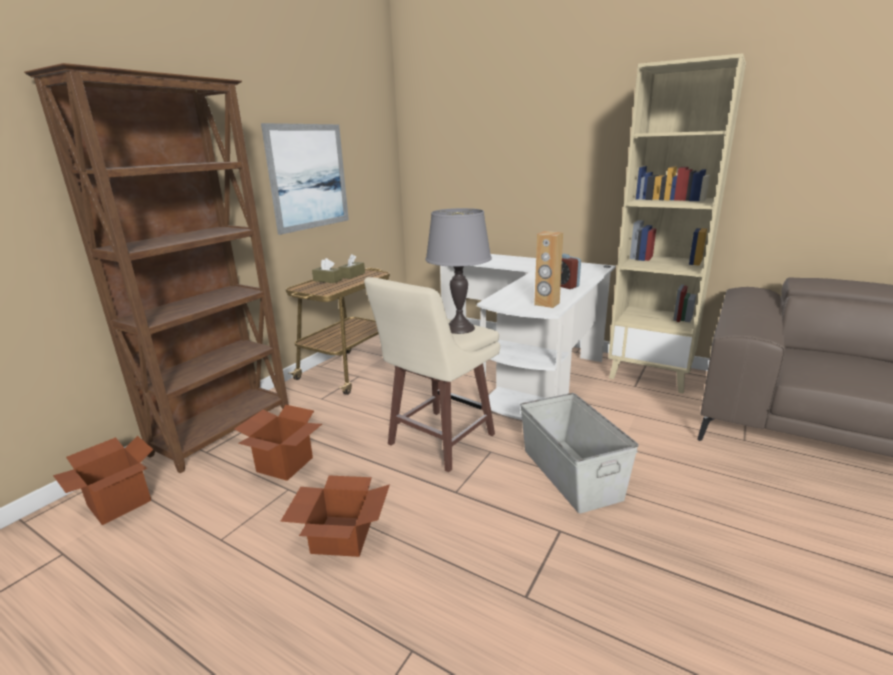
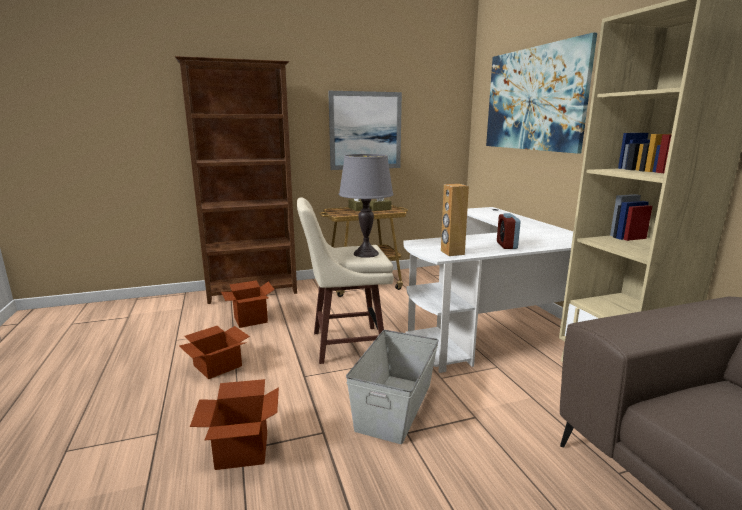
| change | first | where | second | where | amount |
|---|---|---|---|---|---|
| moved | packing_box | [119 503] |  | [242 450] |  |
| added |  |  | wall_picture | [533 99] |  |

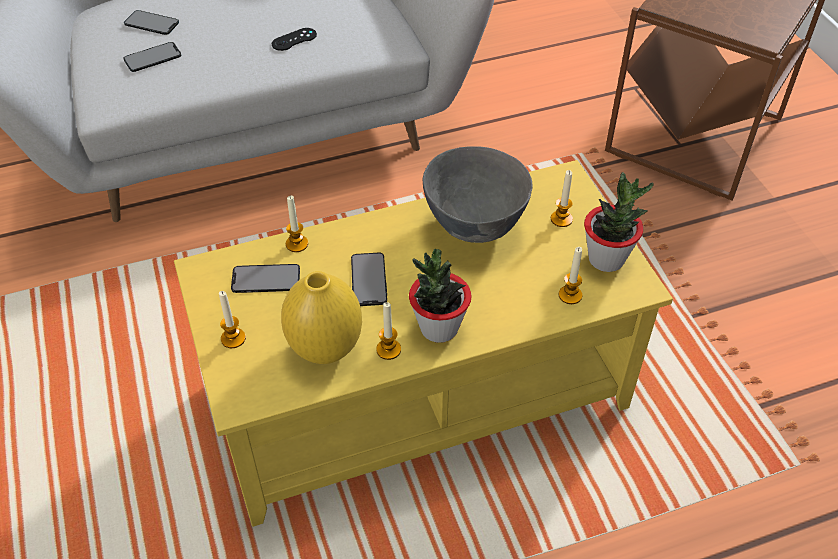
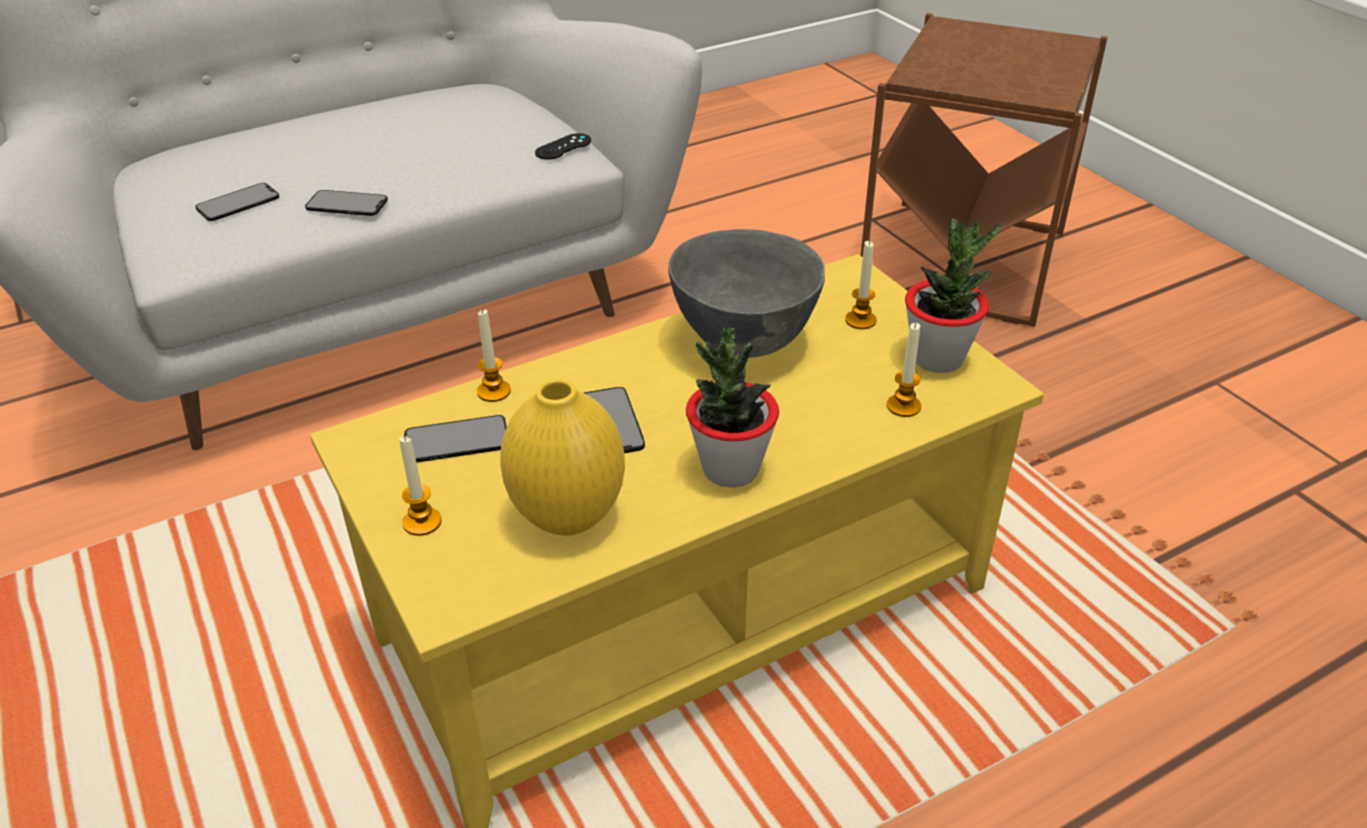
| change | first | where | second | where | amount |
|---|---|---|---|---|---|
| moved | telephone | [151 23] |  | [346 204] |  |
| moved | black-coloured_gamepad | [294 39] |  | [563 147] |  |
| removed | wax_candle | [388 349] |  |  |  |

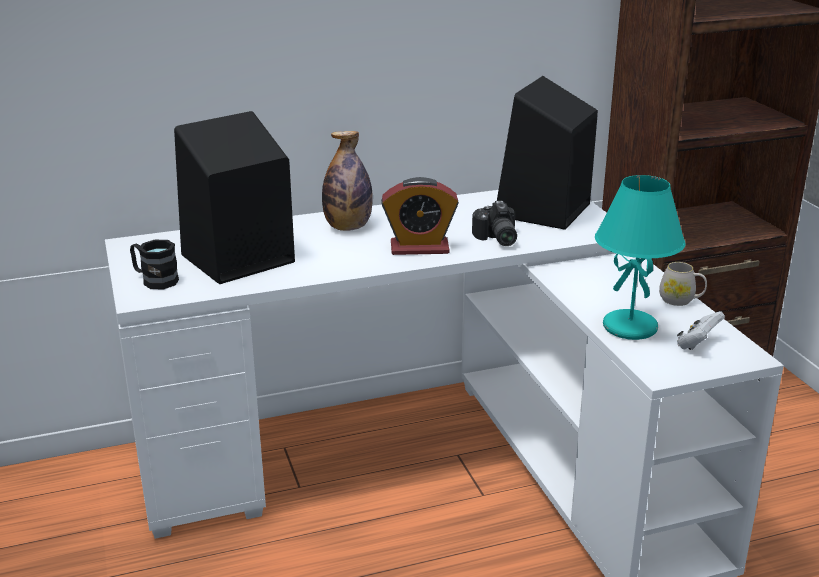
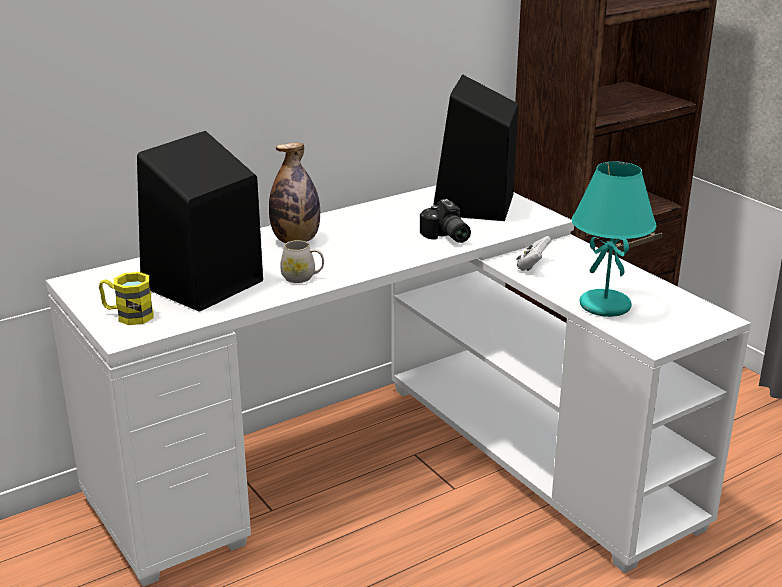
| change | first | where | second | where | amount |
|---|---|---|---|---|---|
| removed | table_clock | [419 248] |  |  |  |
| recoloured | black-coloured_tea_mug | [154 280] | yellow-coloured_tea_mug | [128 315] |  |
| moved | white_tea_mug | [681 300] |  | [302 277] |  |
| moved | white_gamepad | [697 344] |  | [532 266] |  |

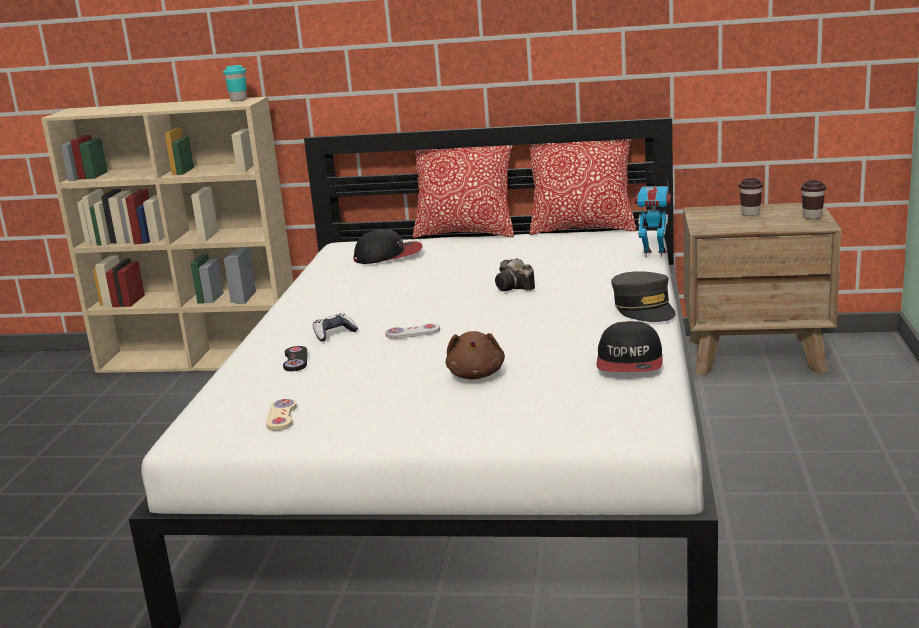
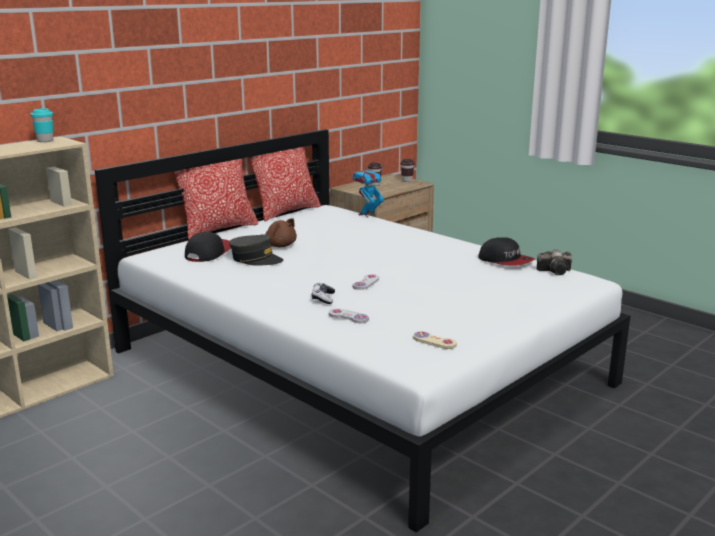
| change | first | where | second | where | amount |
|---|---|---|---|---|---|
| moved | still_camera | [514 287] |  | [556 271] |  |
| moved | gray_cap | [644 309] |  | [256 259] |  |
| moved | brown_soft_toy | [476 374] |  | [279 245] |  |
| recoloured | black-coloured_gamepad | [295 360] | white_gamepad | [348 317] |  |

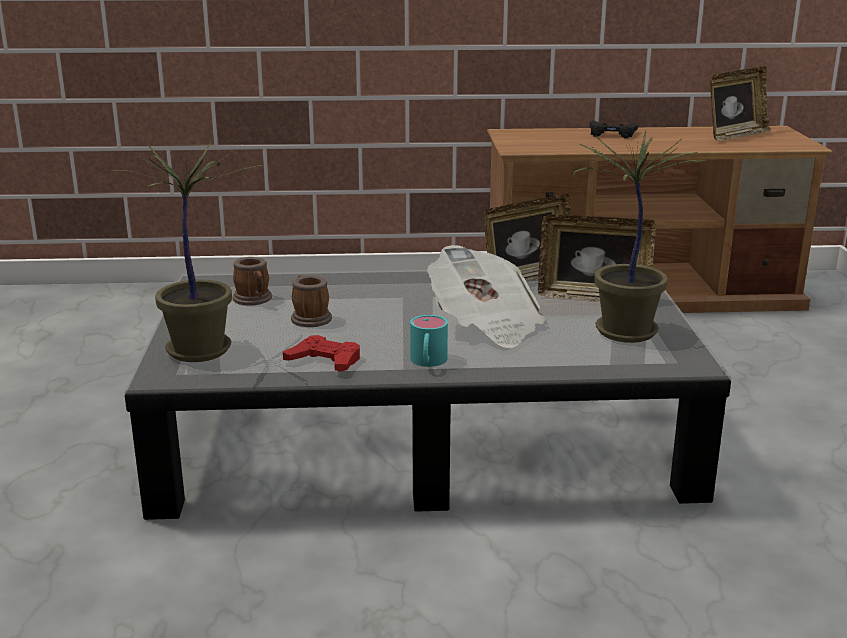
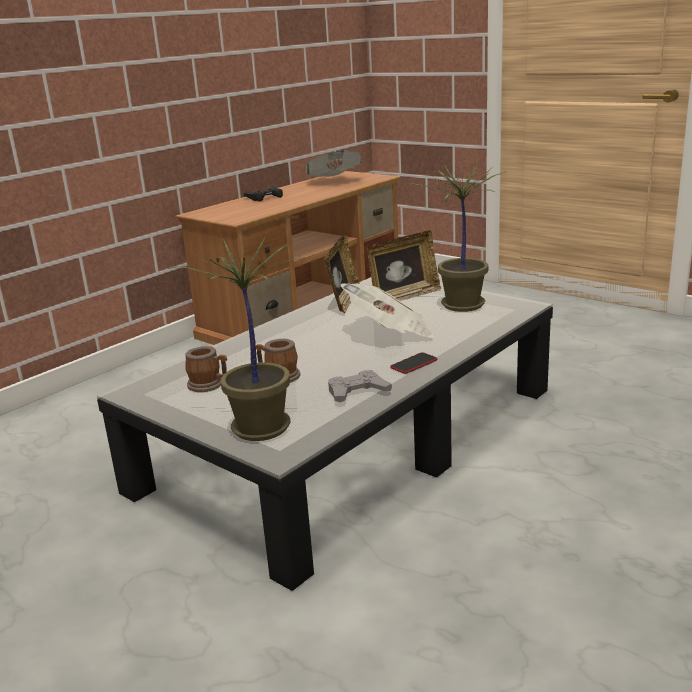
| change | first | where | second | where | amount |
|---|---|---|---|---|---|
| replaced | picture_frame | [735 135] | printed_paper | [334 181] |  |
| replaced | turquoise-coloured_tea_mug | [427 362] | telephone | [414 364] |  |
| recoloured | red_gamepad | [324 361] | gray_gamepad | [357 392] |  |

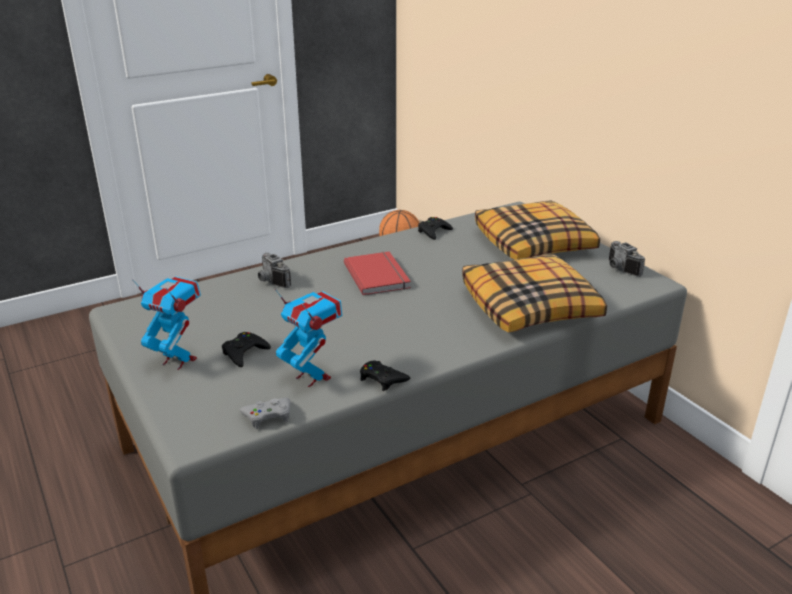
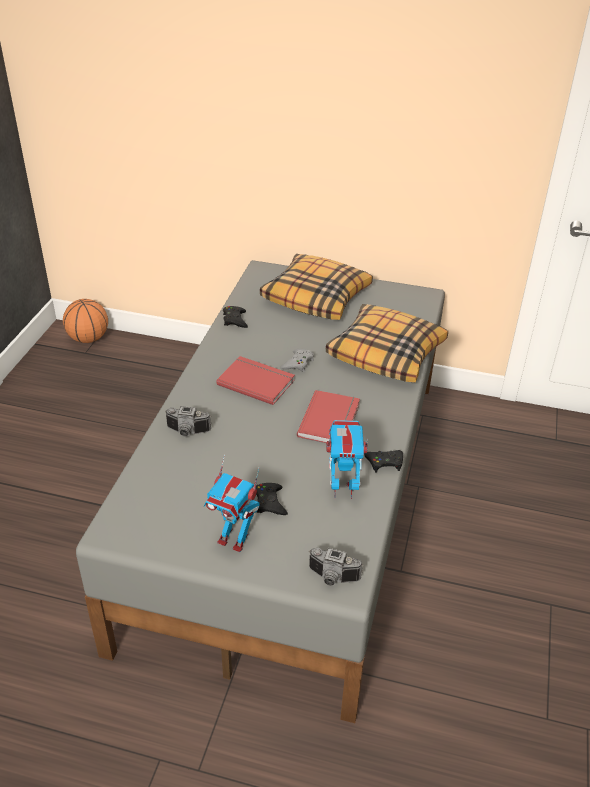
| change | first | where | second | where | amount |
|---|---|---|---|---|---|
| moved | still_camera | [619 269] |  | [332 578] |  |
| turned | robot_figure | [178 360] |  | [234 540] | 135 degrees counterclockwise |
| moved | gray_gamepad | [268 416] |  | [298 363] |  |
| added |  |  | red_bound_book | [331 420] |  |

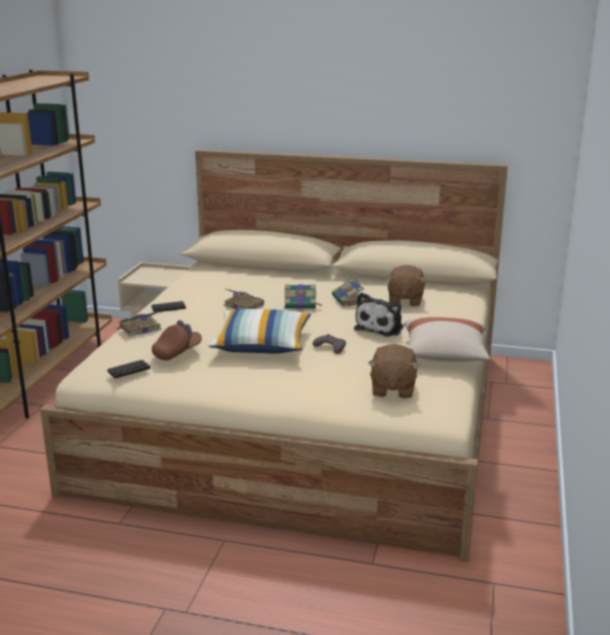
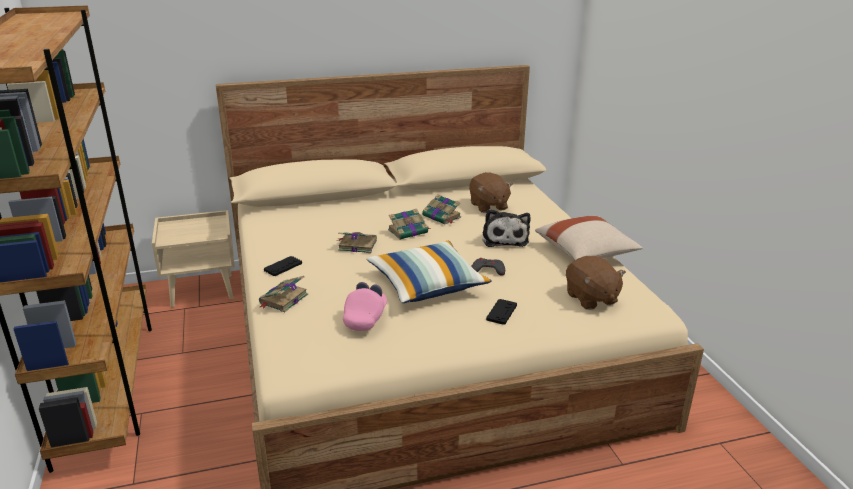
| change | first | where | second | where | amount |
|---|---|---|---|---|---|
| recoloured | brown_cap | [177 352] | pink-coloured_cap | [365 317] |  |
| moved | black-coloured_gamepad | [129 370] |  | [501 312] |  |

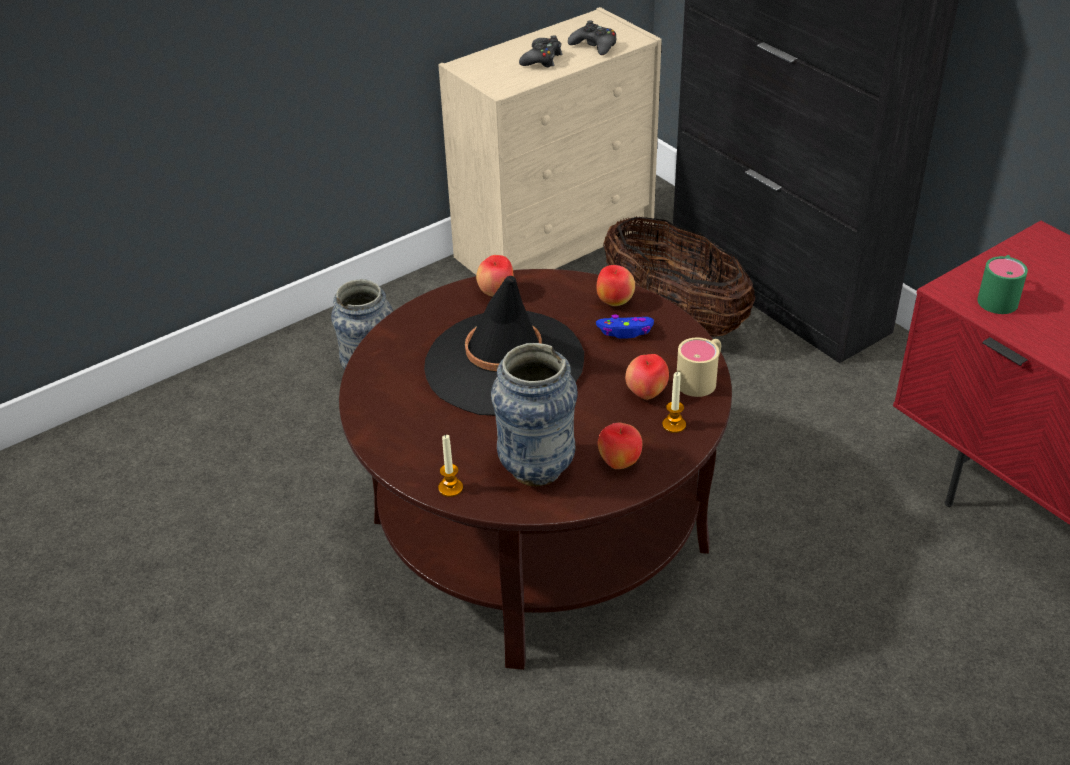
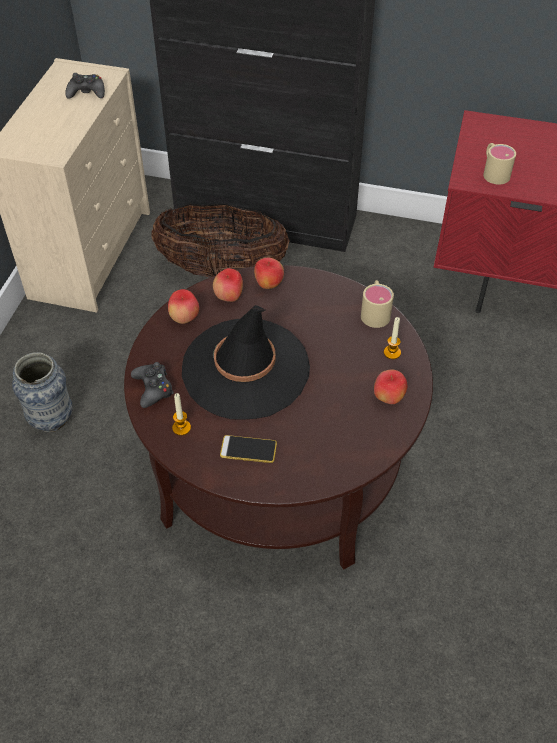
| change | first | where | second | where | amount |
|---|---|---|---|---|---|
| moved | black-coloured_gamepad | [542 59] |  | [153 388] |  |
| recoloured | green_tea_mug | [998 296] | beige-coloured_tea_mug | [493 172] |  |
| removed | bluish_gamepad | [625 331] |  |  |  |
| removed | vase | [536 469] |  |  |  |
| moved | apple_fruit | [646 394] |  | [229 297] |  |
| moved | wax_candle | [450 488] |  | [181 428] |  |
| added |  |  | telephone | [248 449] |  |

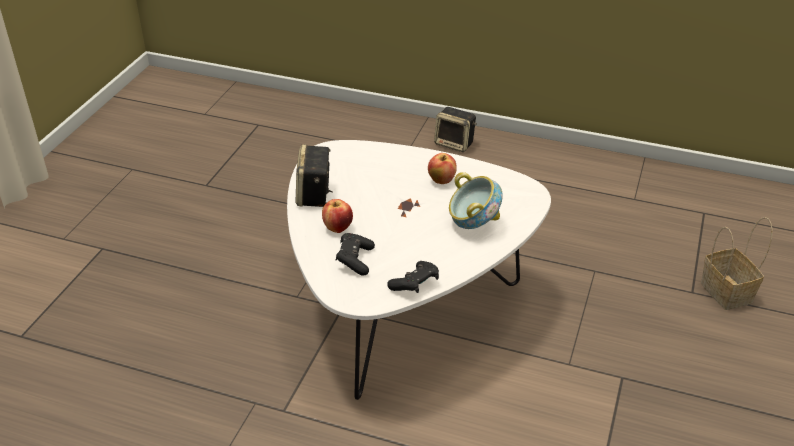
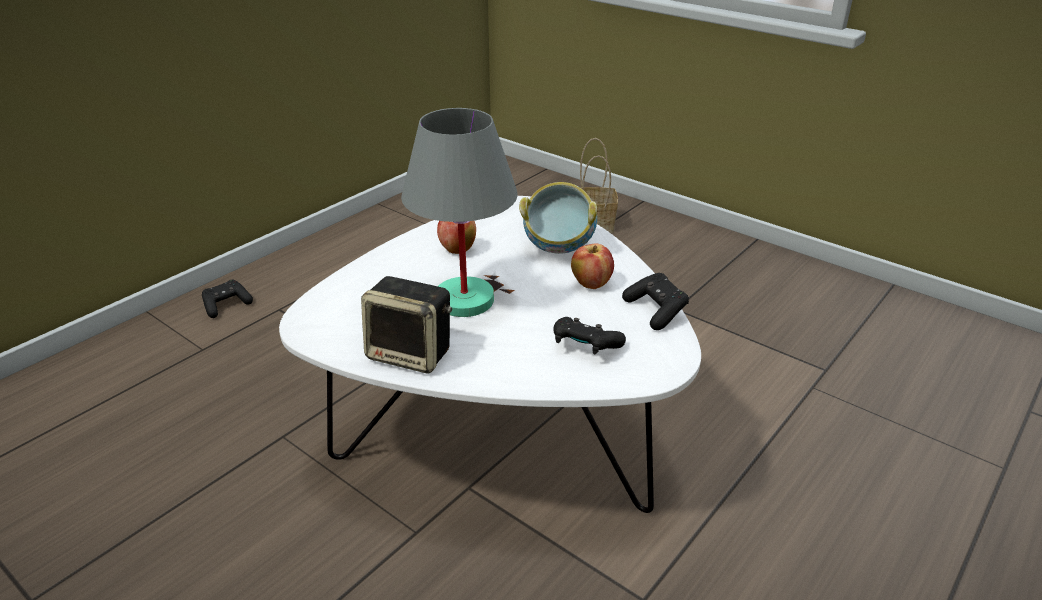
| change | first | where | second | where | amount |
|---|---|---|---|---|---|
| replaced | speaker | [455 143] | black-coloured_gamepad | [227 305] |  |
| moved | apple_fruit | [338 228] |  | [591 284] |  |
| added |  |  | gray_table_lamp | [463 300] |  |

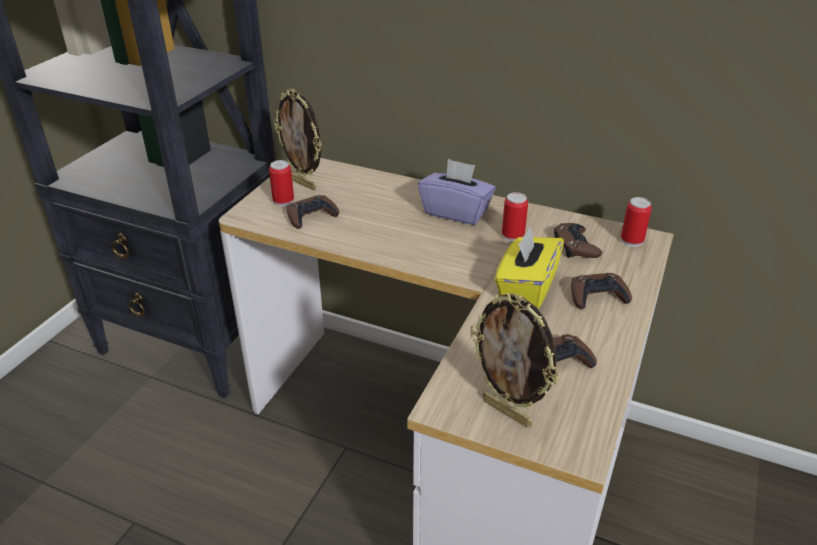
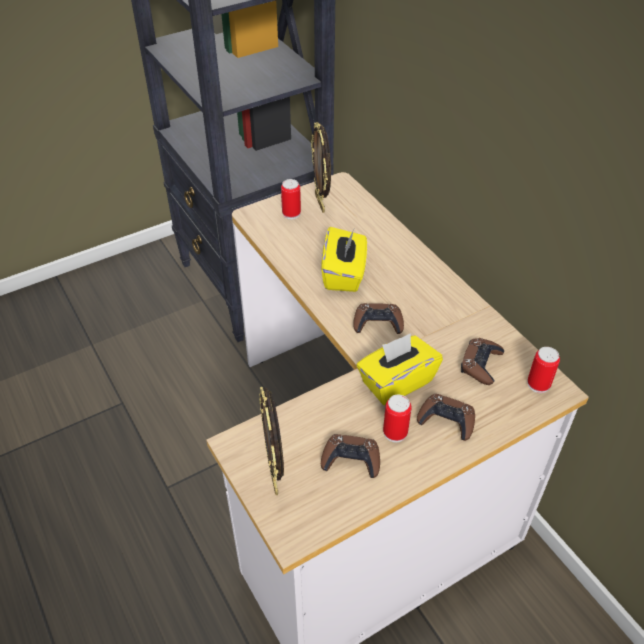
| change | first | where | second | where | amount |
|---|---|---|---|---|---|
| removed | purple-coloured_box_of_tissues | [456 212] |  |  |  |
| moved | metal_can | [512 236] |  | [395 432] |  |
| moved | brown_gamepad | [311 216] |  | [378 323] |  |
| added |  |  | yellow-coloured_box_of_tissues | [344 274] |  |

